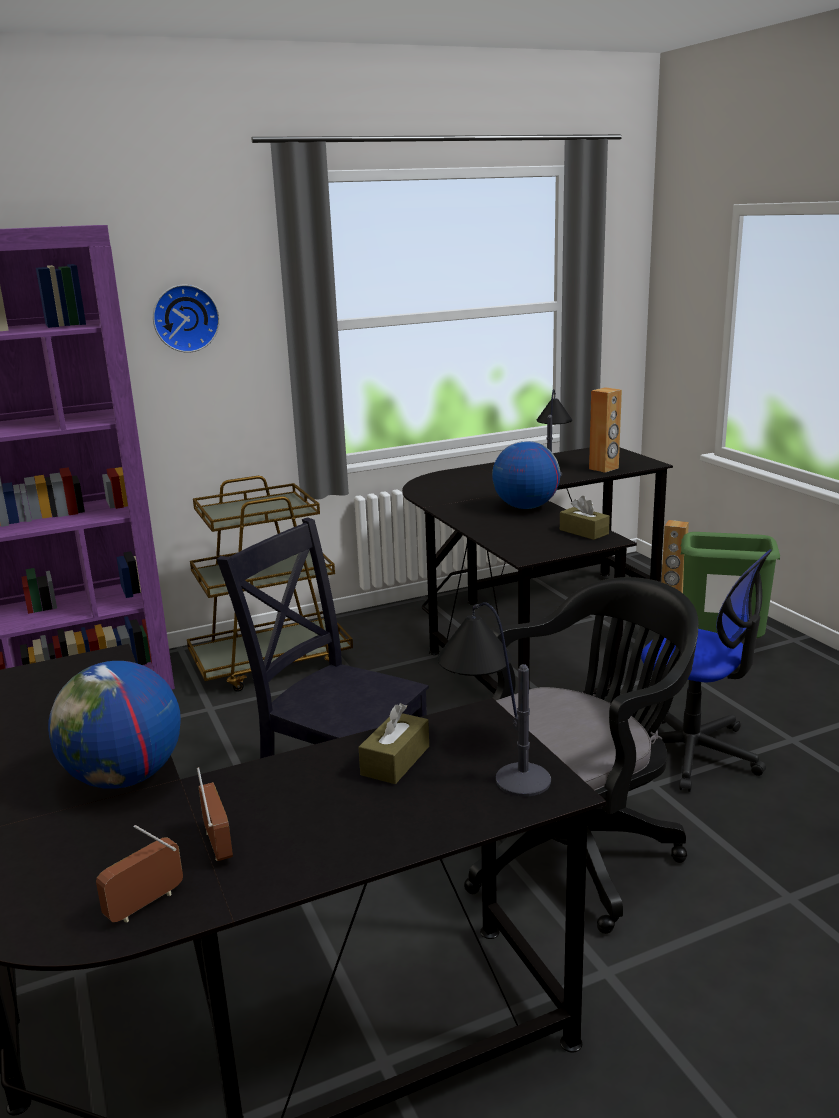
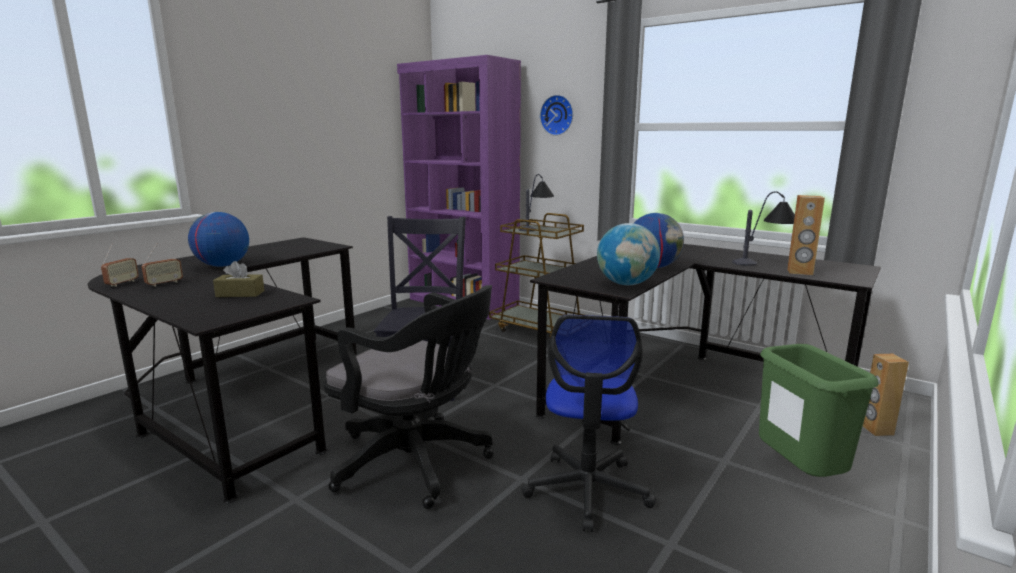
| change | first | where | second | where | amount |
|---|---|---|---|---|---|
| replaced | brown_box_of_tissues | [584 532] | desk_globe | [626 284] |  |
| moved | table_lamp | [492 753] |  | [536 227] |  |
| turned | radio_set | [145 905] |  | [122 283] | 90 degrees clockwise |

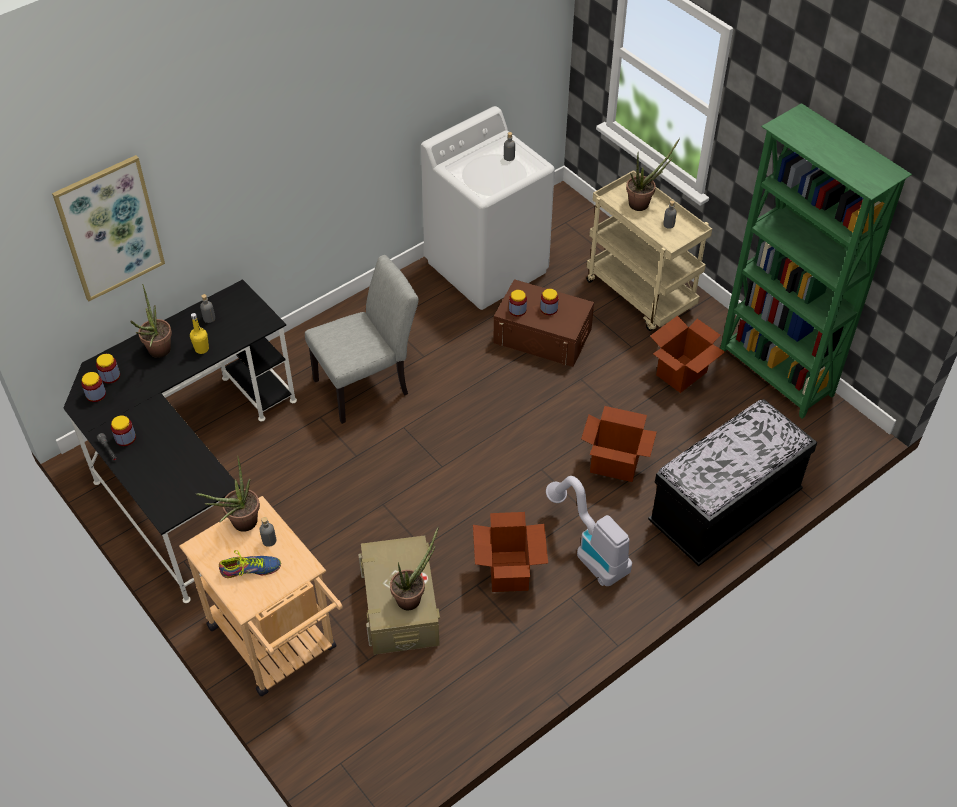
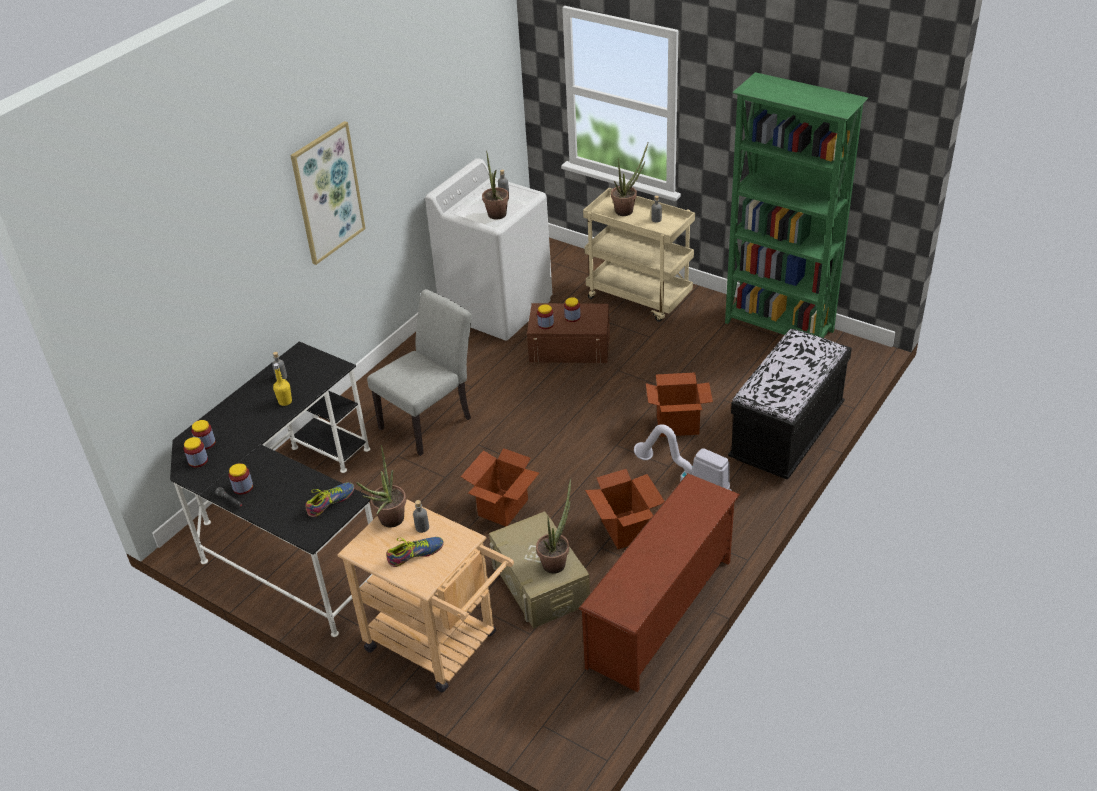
| change | first | where | second | where | amount |
|---|---|---|---|---|---|
| moved | wall_picture | [110 228] |  | [327 193] |  |
| moved | houseplant | [158 353] |  | [497 217] |  |
| moved | packing_box | [681 374] |  | [503 508] |  |
| added |  |  | brown_shoe_stand | [662 614] |  |
| added |  |  | shoe | [330 502] |  |

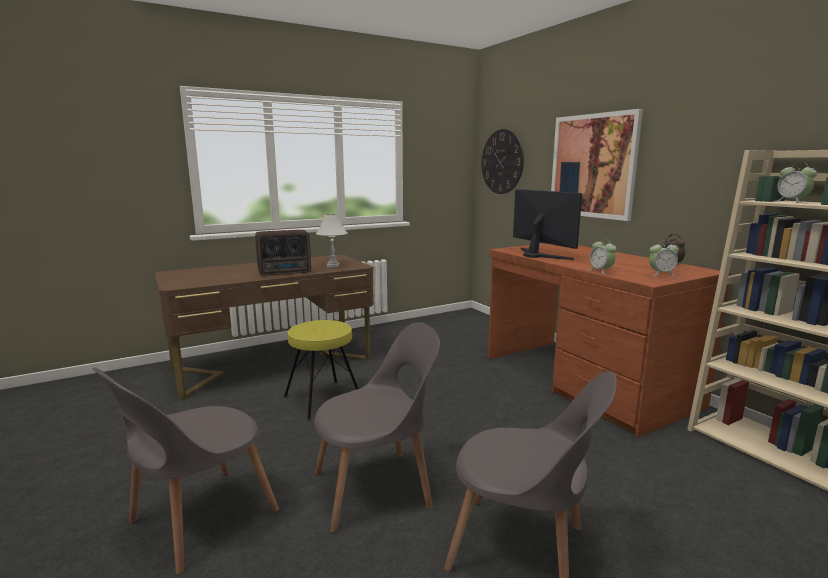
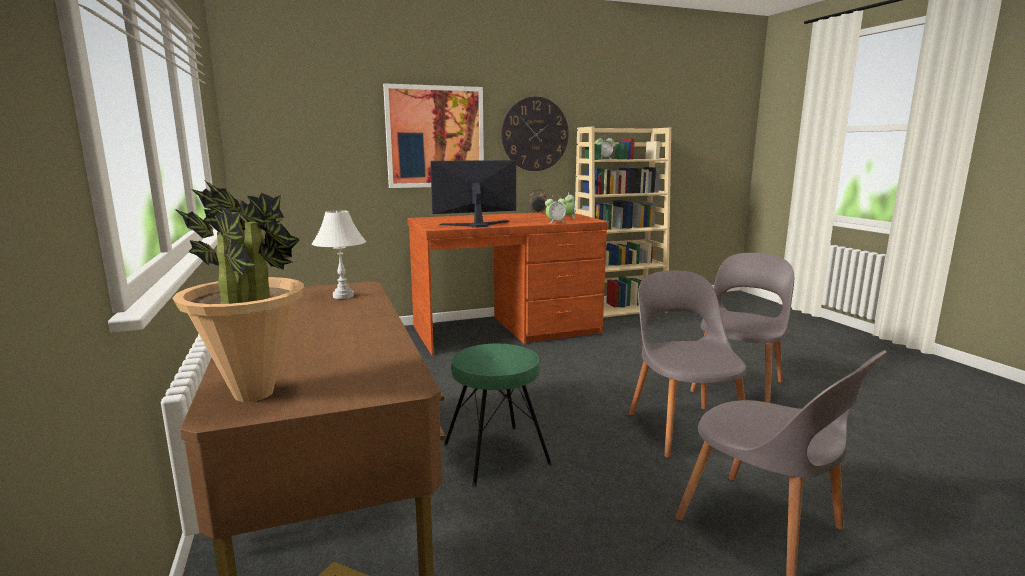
| change | first | where | second | where | amount |
|---|---|---|---|---|---|
| moved | clock_on_the_wall | [502 162] |  | [535 134] |  |
| removed | radio_set | [286 273] |  |  |  |
| recoloured | yellow-coloured_sitting_stool | [323 400] | green_sitting_stool | [497 454] |  |
| added |  |  | houseplant | [255 394] |  |

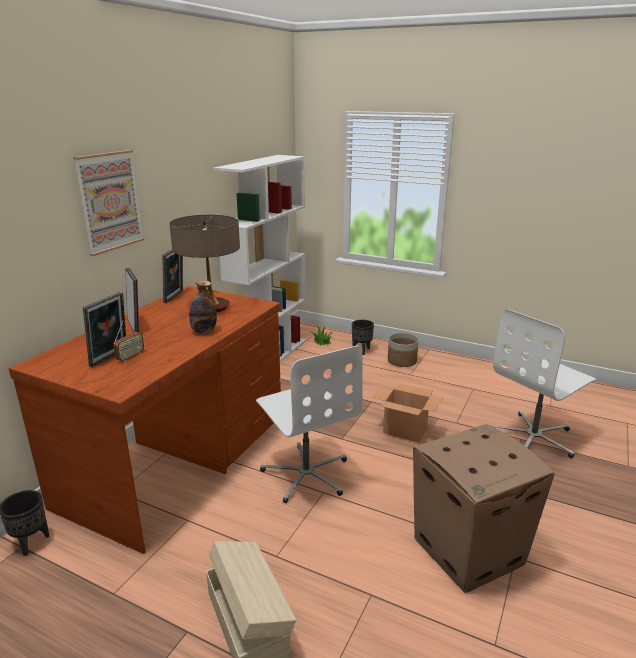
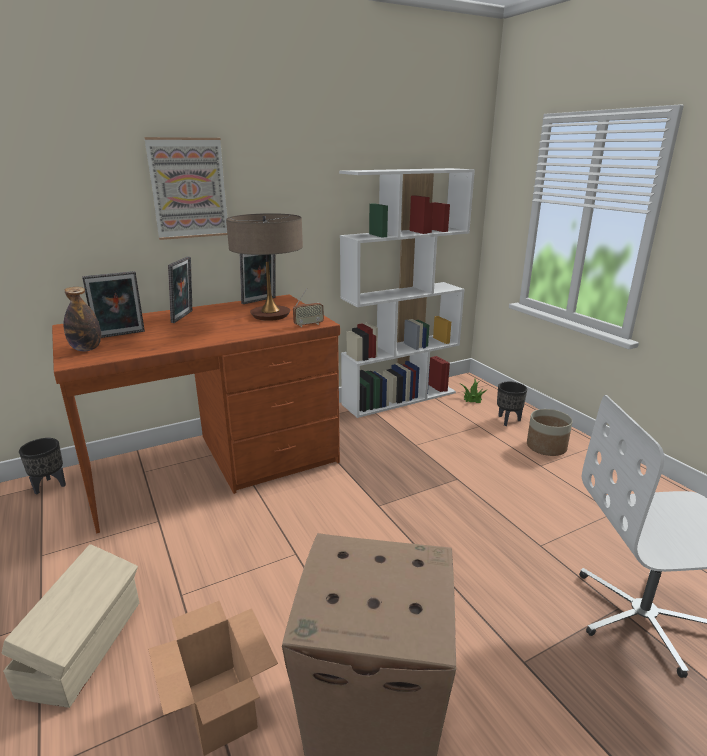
| change | first | where | second | where | amount |
|---|---|---|---|---|---|
| moved | drink_bottle | [203 331] |  | [86 349] |  |
| moved | radio_set | [130 357] |  | [308 325] |  |
| removed | white_desk_chair | [306 474] |  |  |  |
| moved | packing_box | [404 431] |  | [219 708] |  |

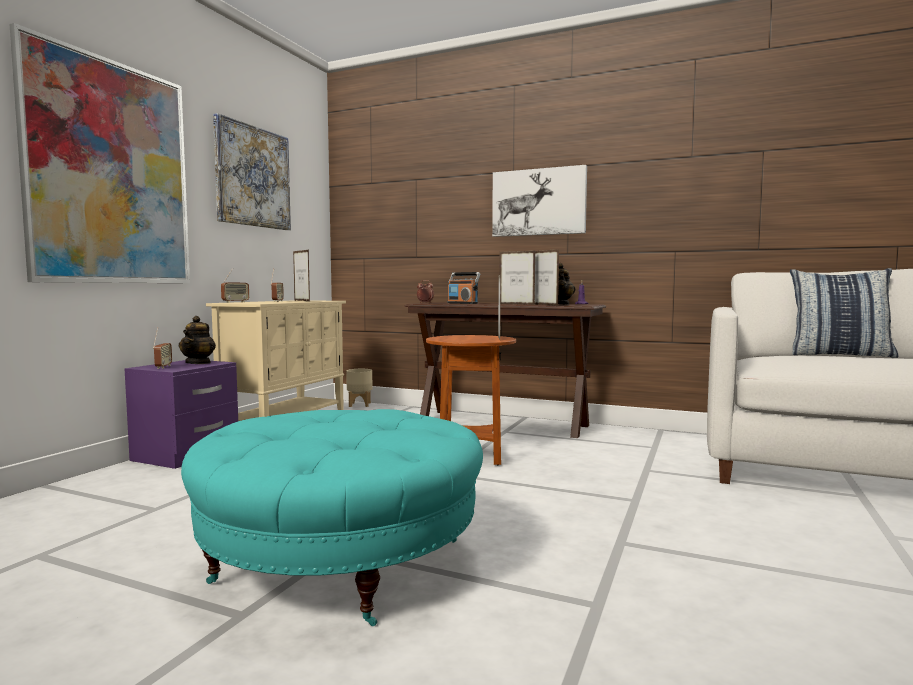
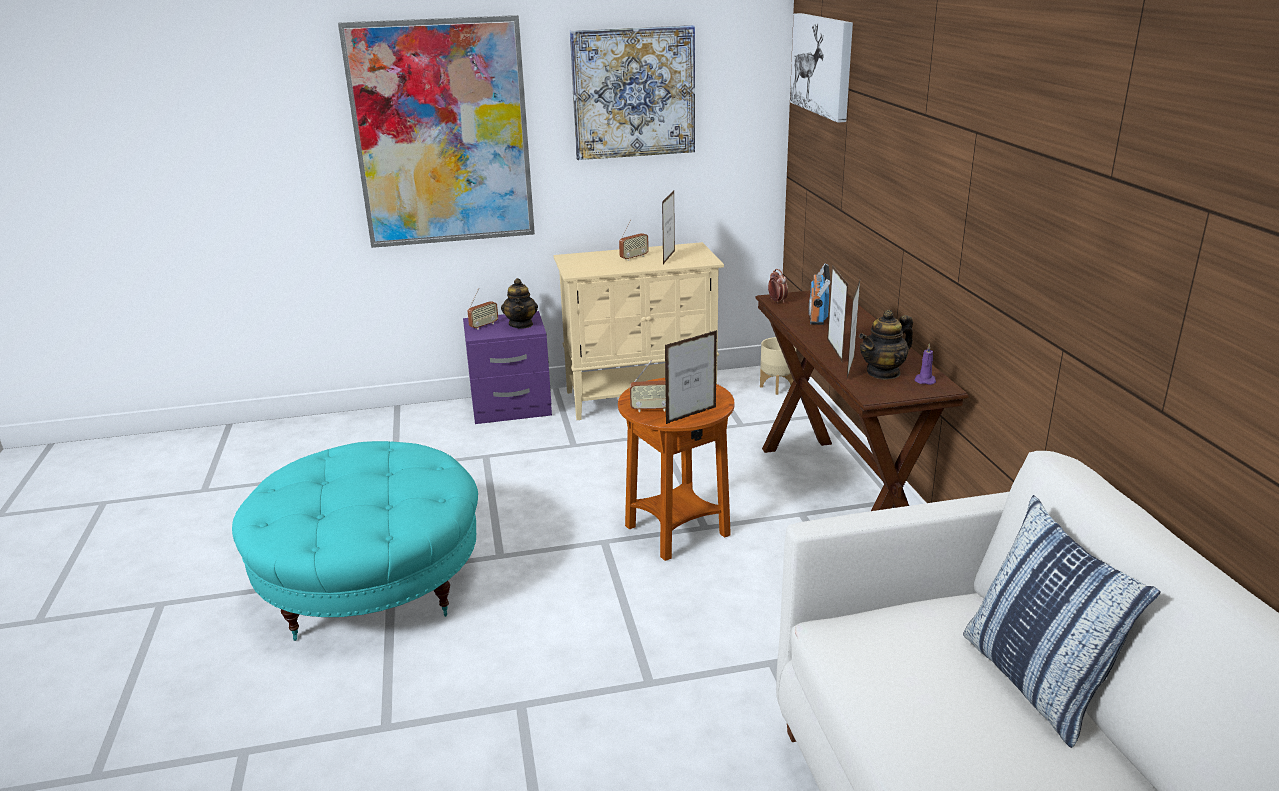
| change | first | where | second | where | amount |
|---|---|---|---|---|---|
| moved | wall_picture | [539 202] |  | [823 65] |  |
| moved | radio_set | [235 302] |  | [651 409] |  |
| turned | teapot | [198 363] |  | [521 324] | 60 degrees counterclockwise |

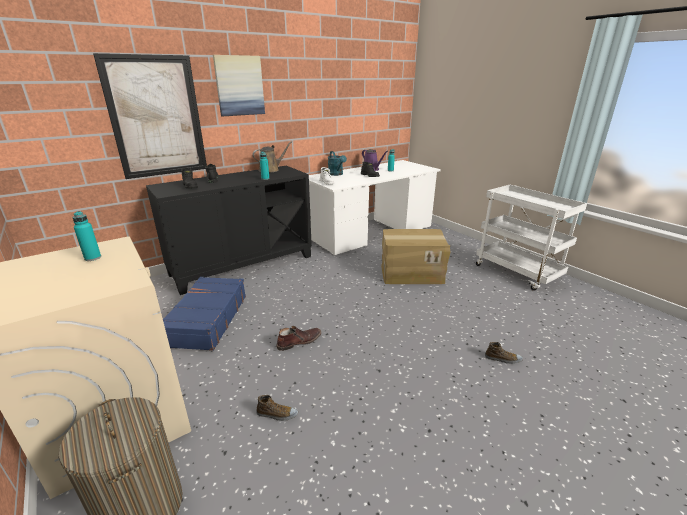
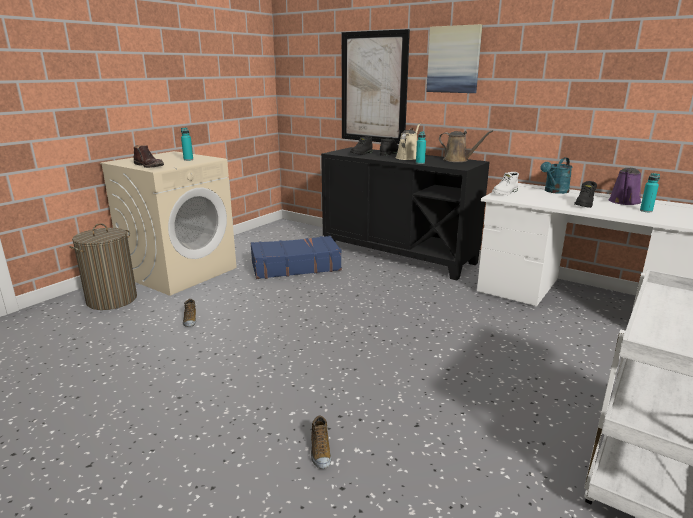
| change | first | where | second | where | amount |
|---|---|---|---|---|---|
| removed | packing_box | [411 273] |  |  |  |
| moved | brown_boot | [299 341] |  | [149 166] |  |
| added |  |  | beige-coloured_sprinkling_can | [408 157] |  |

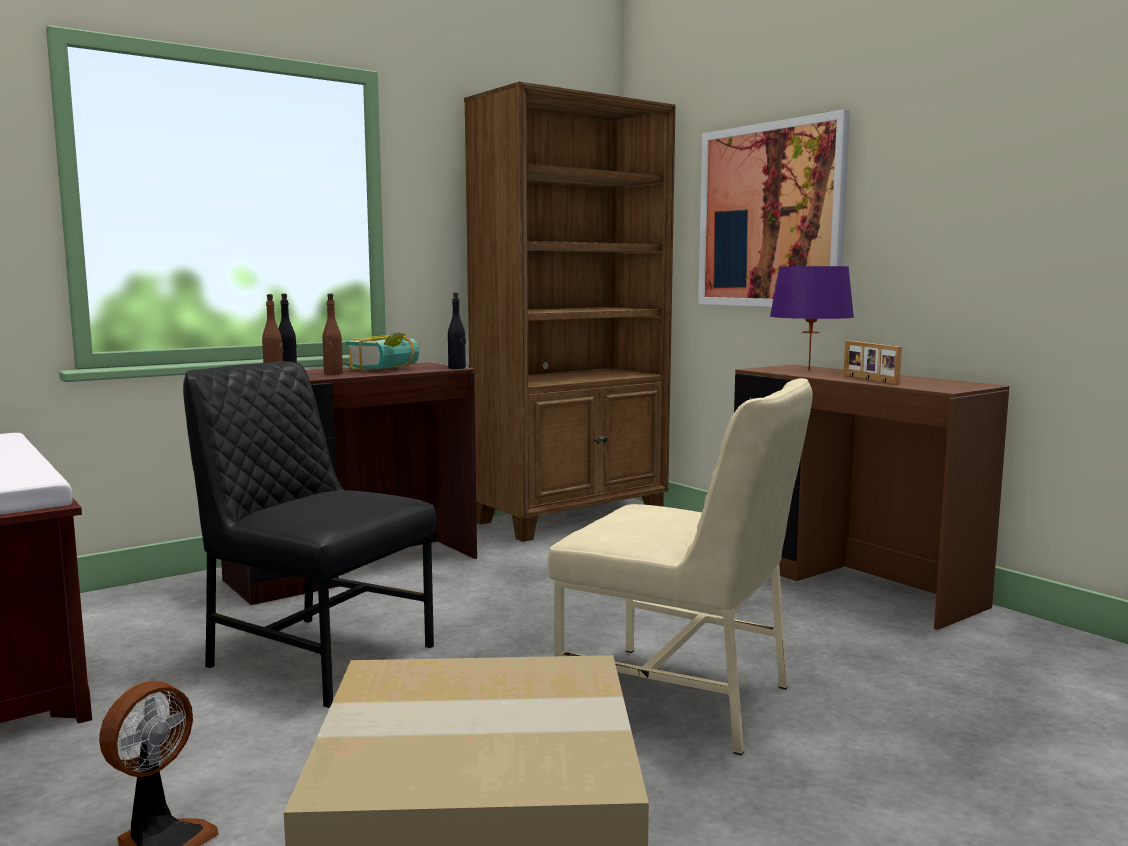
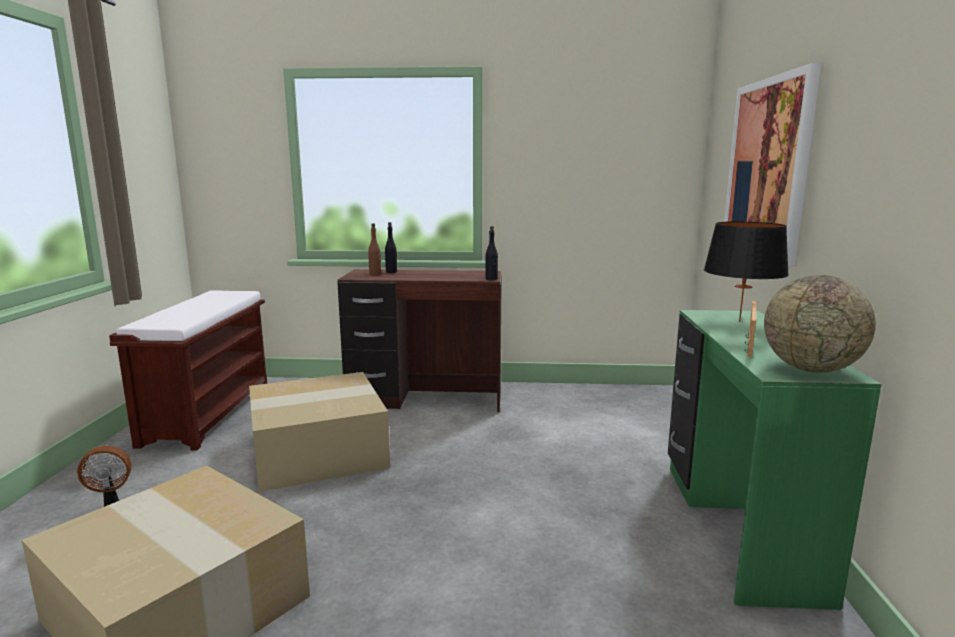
| change | first | where | second | where | amount |
|---|---|---|---|---|---|
| removed | brown_bookcase | [573 517] |  |  |  |
| recoloured | purple-coloured_table_lamp | [809 370] | black-coloured_table_lamp | [739 322] |  |
| removed | brown_drink_bottle | [333 373] |  |  |  |
| removed | bound_book | [389 369] |  |  |  |
| replaced | black-coloured_chair | [317 656] | packing_box | [320 450] |  |
| recoloured | brown_desk | [850 583] | green_desk | [735 527] |  |
| removed | beige-coloured_chair | [680 699] |  |  |  |
| added |  |  | desk_globe | [811 369] |  |

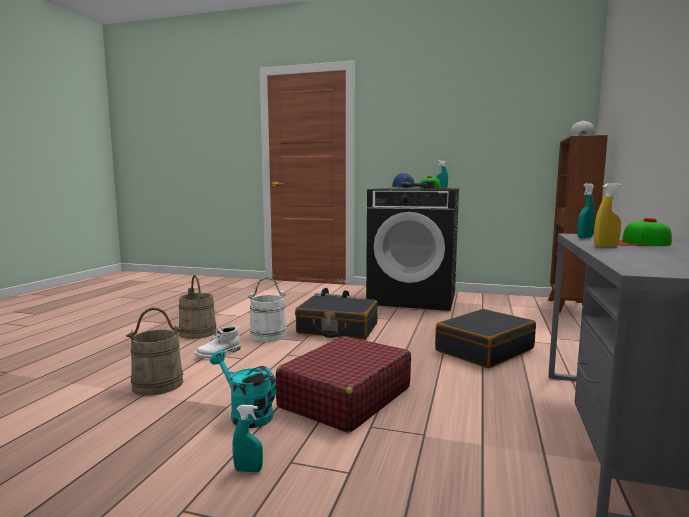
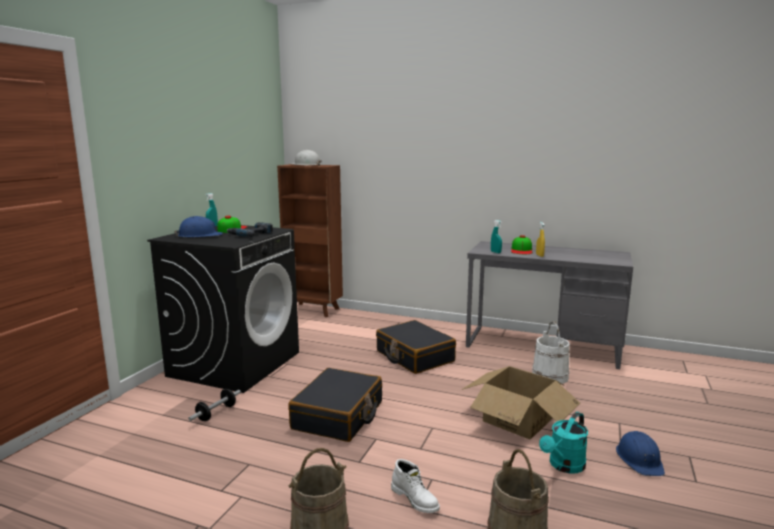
| change | first | where | second | where | amount |
|---|---|---|---|---|---|
| moved | white_pail | [268 335] |  | [549 376] |  |
| replaced | red_piece_of_luggage | [345 397] | packing_box | [518 419] |  |
| replaced | turquoise-coloured_sprayer | [248 470] | bluish_hard_hat | [639 459] |  |

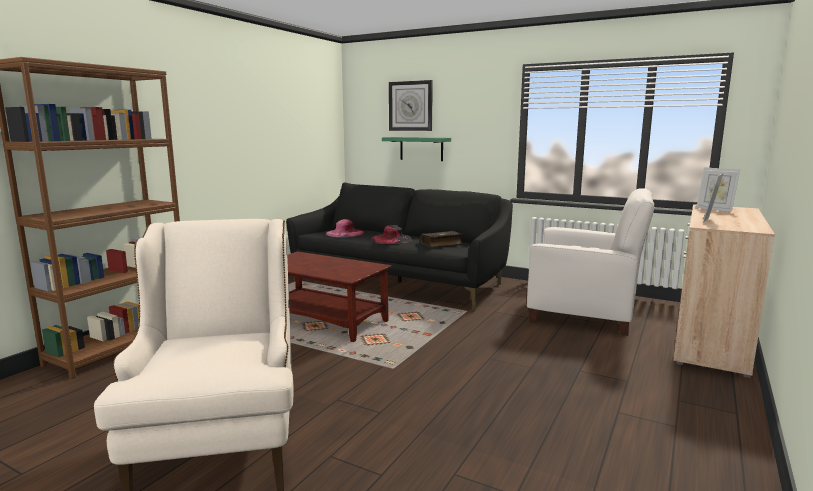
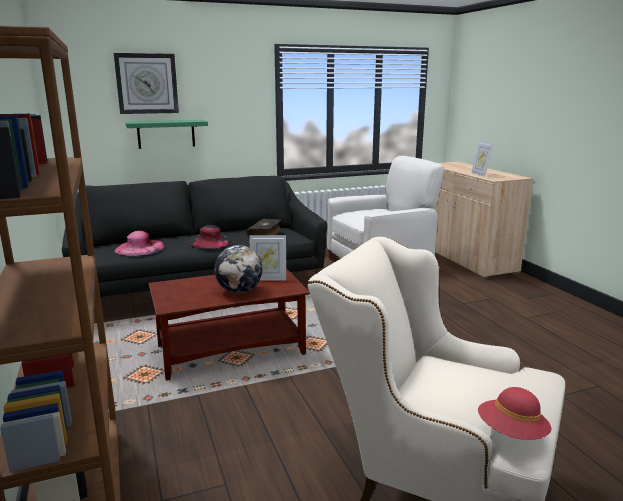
| change | first | where | second | where | amount |
|---|---|---|---|---|---|
| moved | picture_frame | [714 209] |  | [268 279] |  |
| added |  |  | desk_globe | [239 291] |  |
| added |  |  | red_wearable_hat | [511 433] |  |

